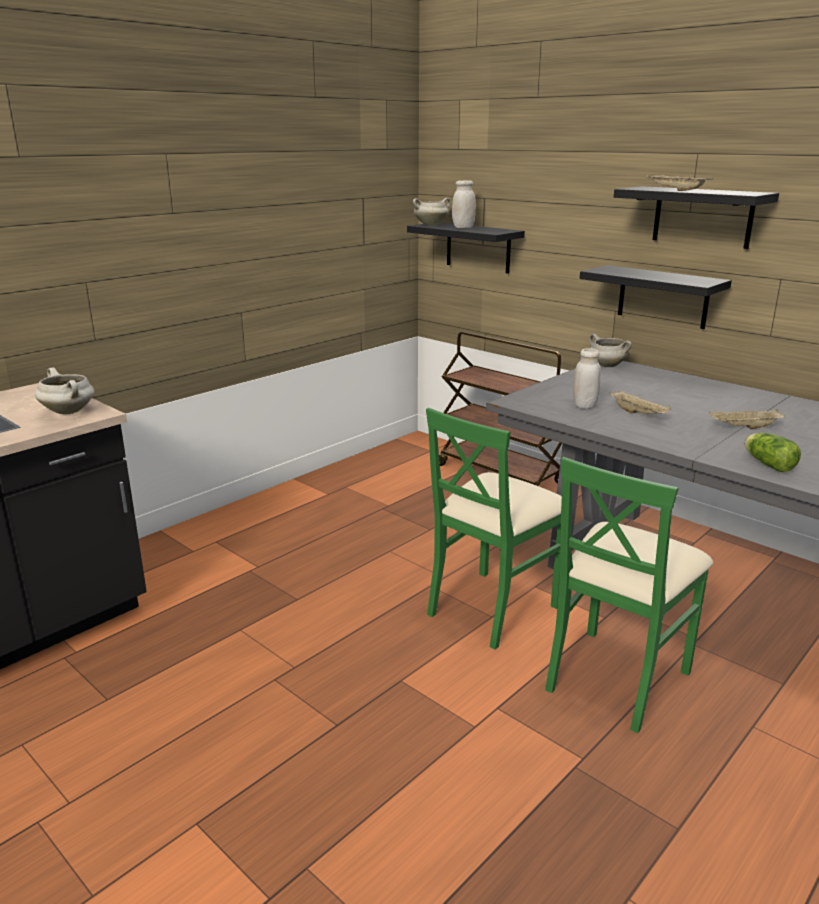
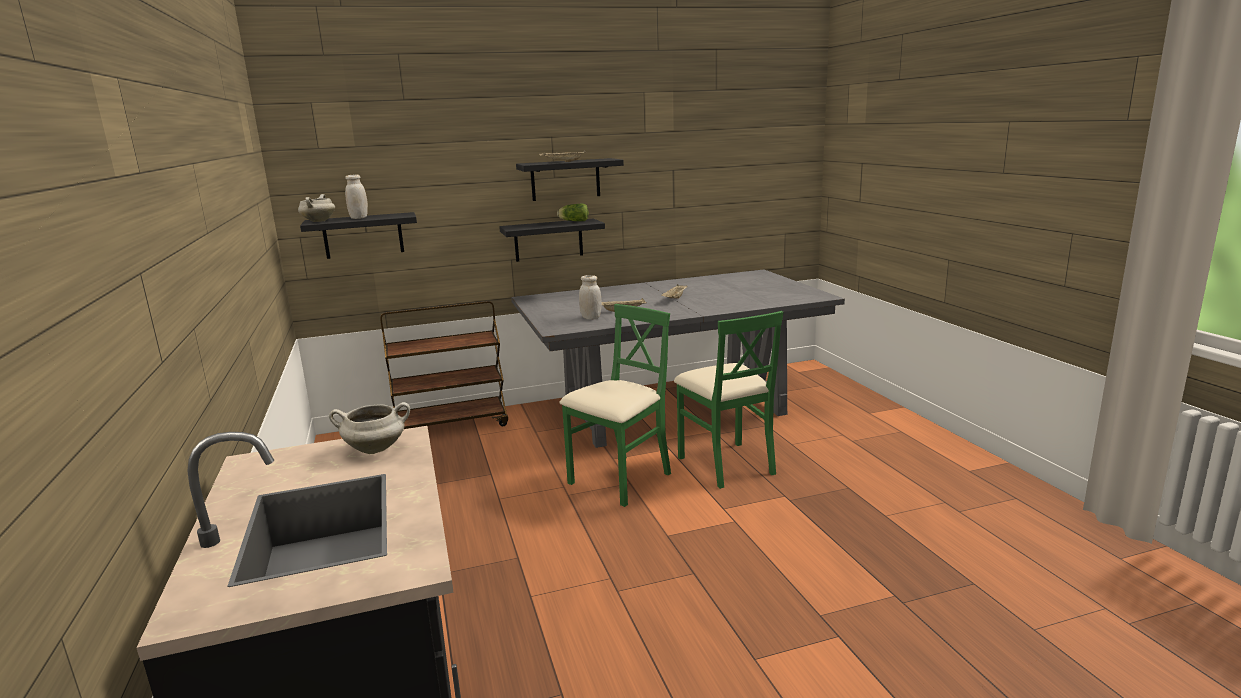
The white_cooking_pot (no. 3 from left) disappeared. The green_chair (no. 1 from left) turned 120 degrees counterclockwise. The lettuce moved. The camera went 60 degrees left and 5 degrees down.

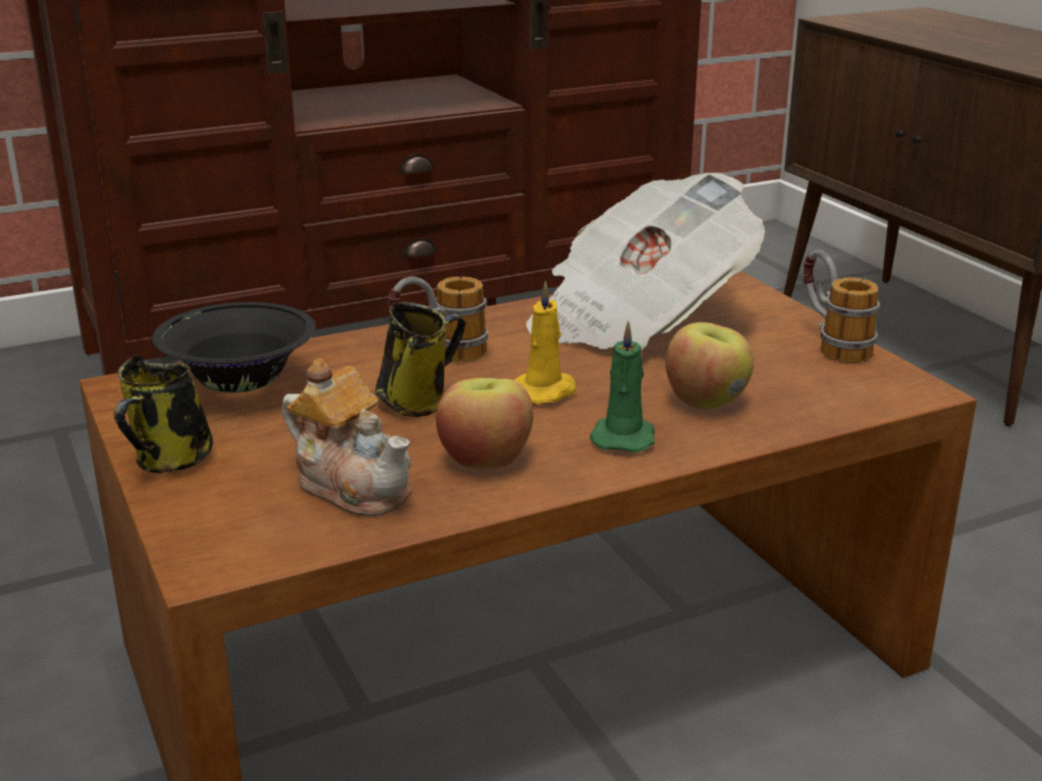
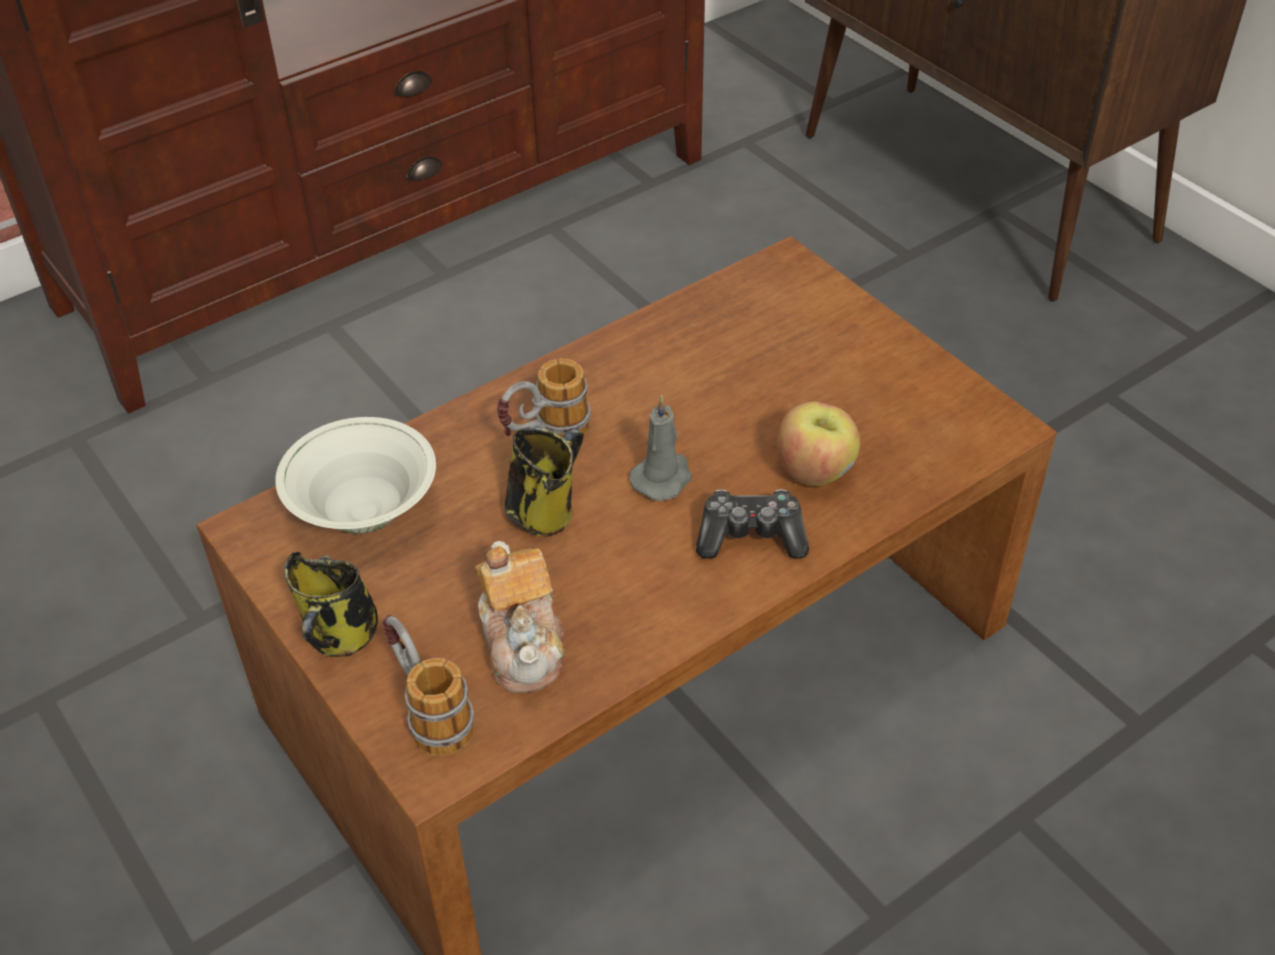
The newspaper disappeared. The mug (no. 4 from left in the first image) moved. The yellow_candle became the grey_candle. The black_bowl became the white_bowl. The green_candle was replaced by the game_controller. The teapot turned 45 degrees clockwise. The apple (no. 1 from left) disappeared. The camera went 10 degrees left and 20 degrees up.

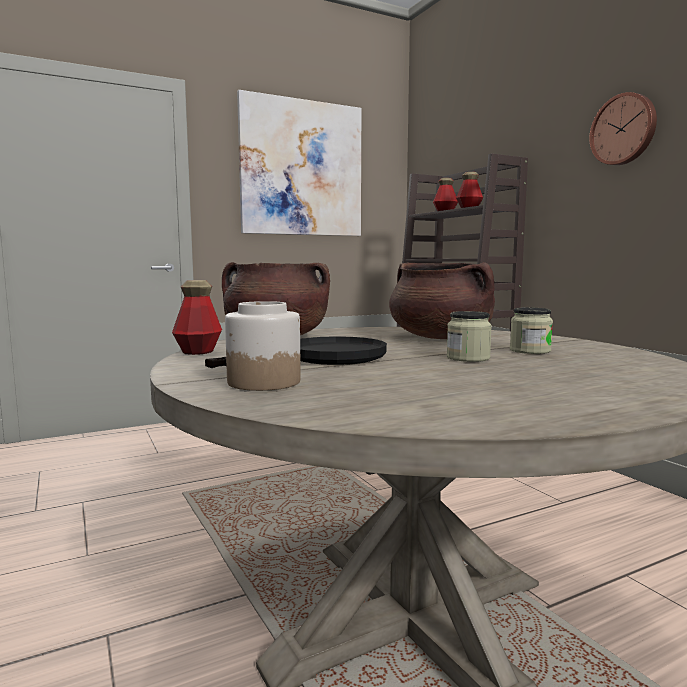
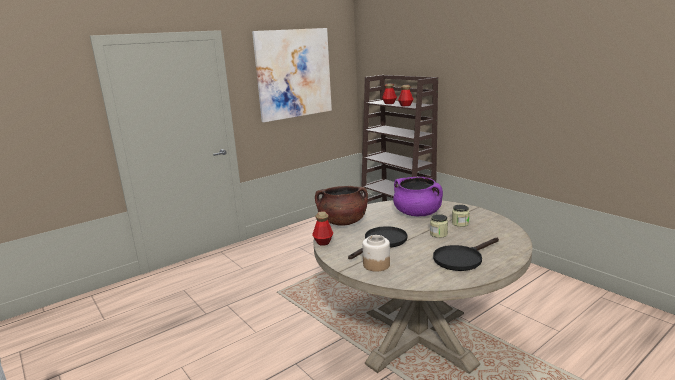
The wall_clock disappeared. The brown_cooking_pot (no. 2 from left) became the purple_cooking_pot. The black_frying_pan (no. 2 from left) appeared. The camera went 10 degrees left and 10 degrees up.

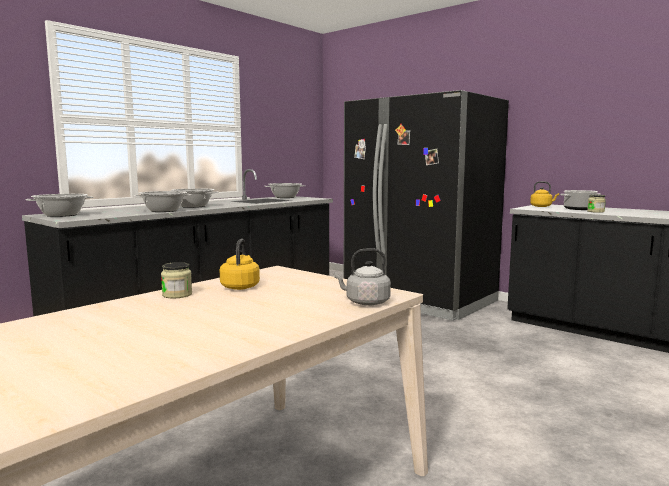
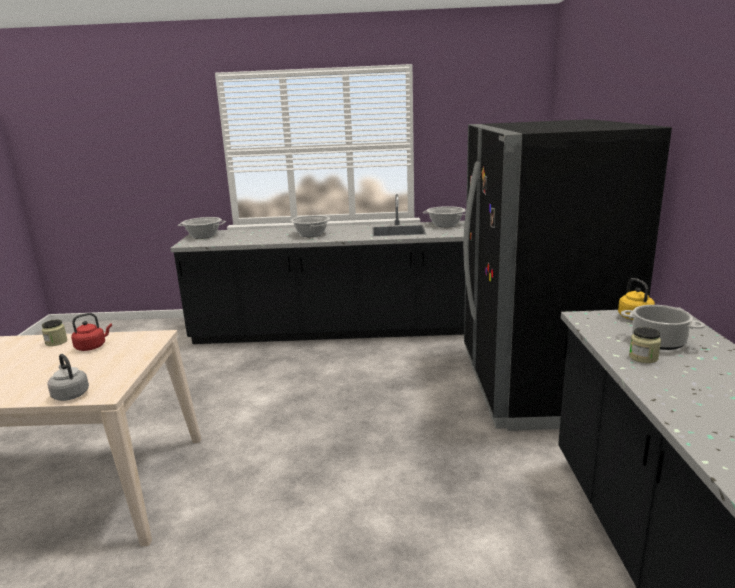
The cooking_pot (no. 2 from left) disappeared. The yellow_kettle (no. 1 from left) became the red_kettle. The camera went 50 degrees right and 10 degrees up.

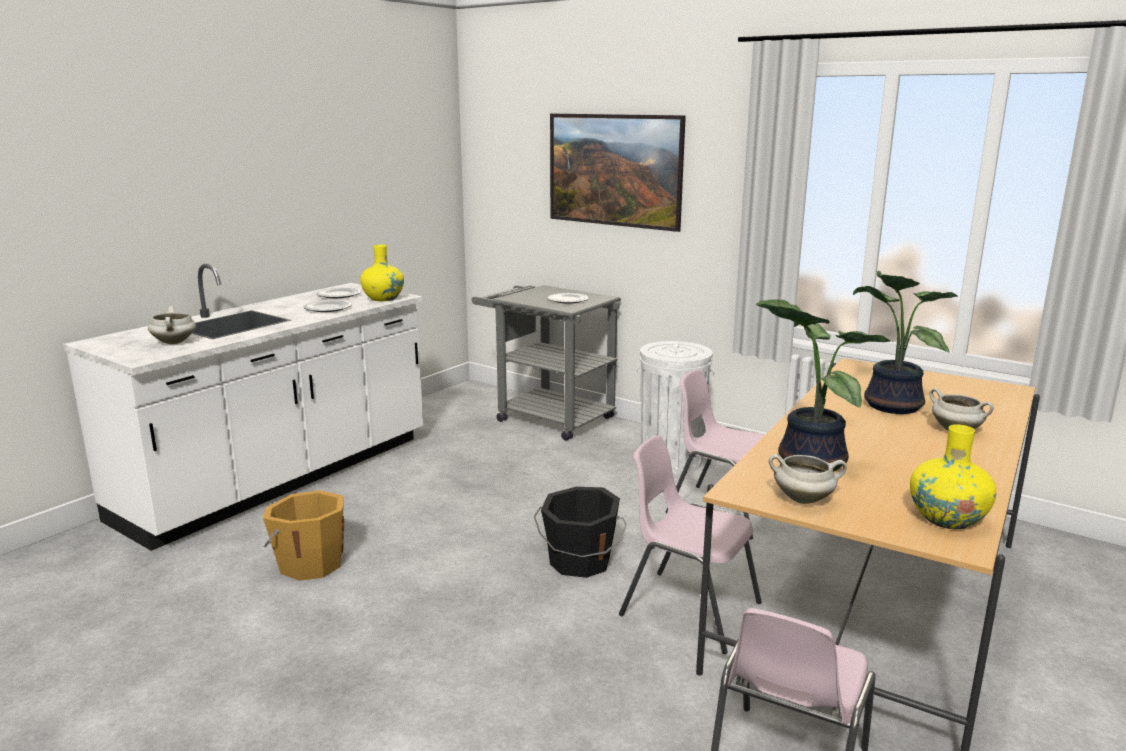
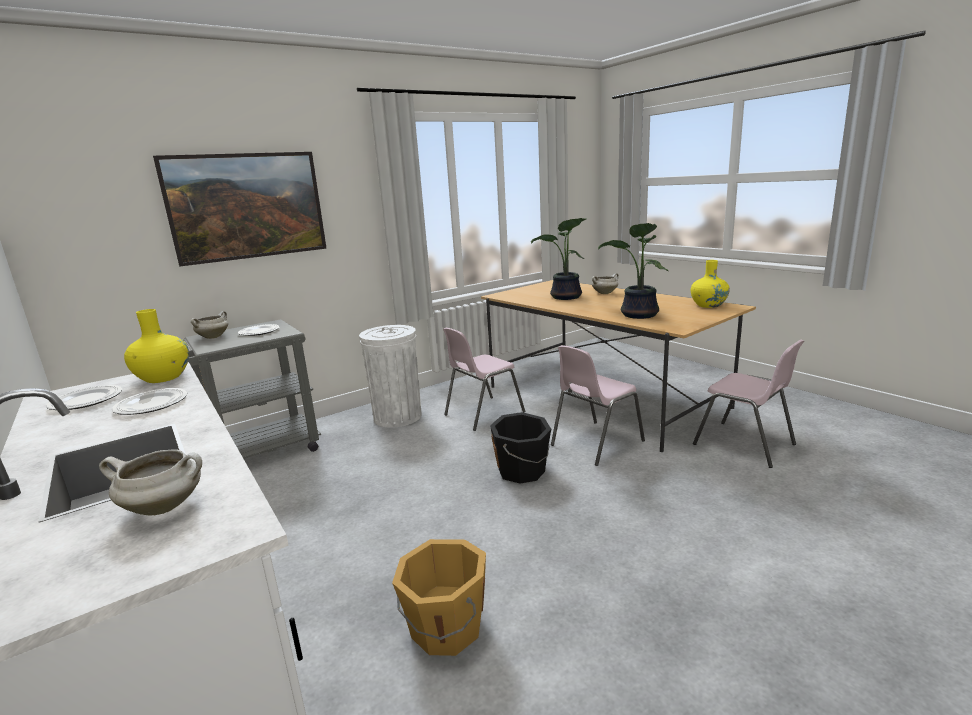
The white_cooking_pot (no. 2 from left) moved. The camera went 70 degrees left and 0 degrees up.

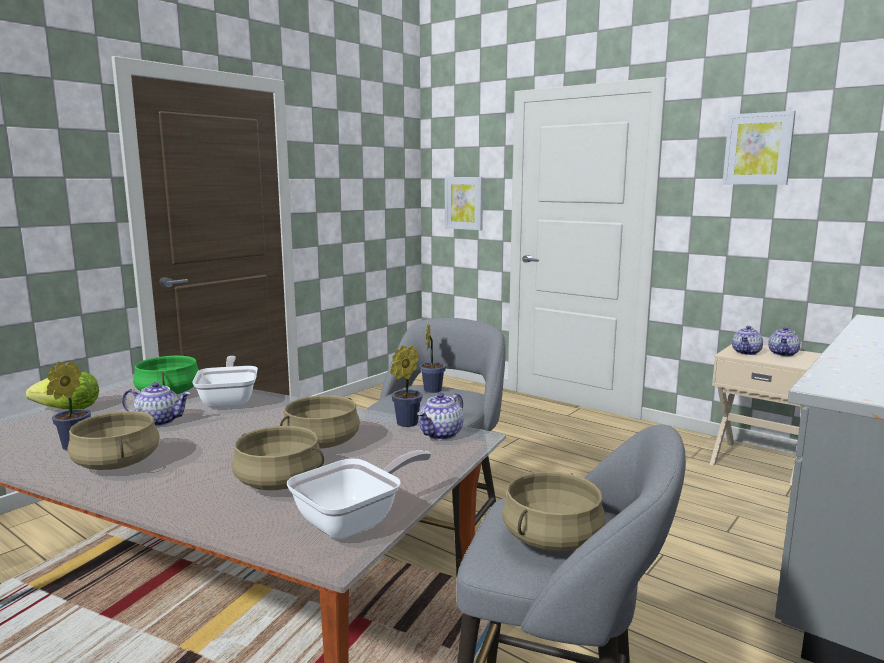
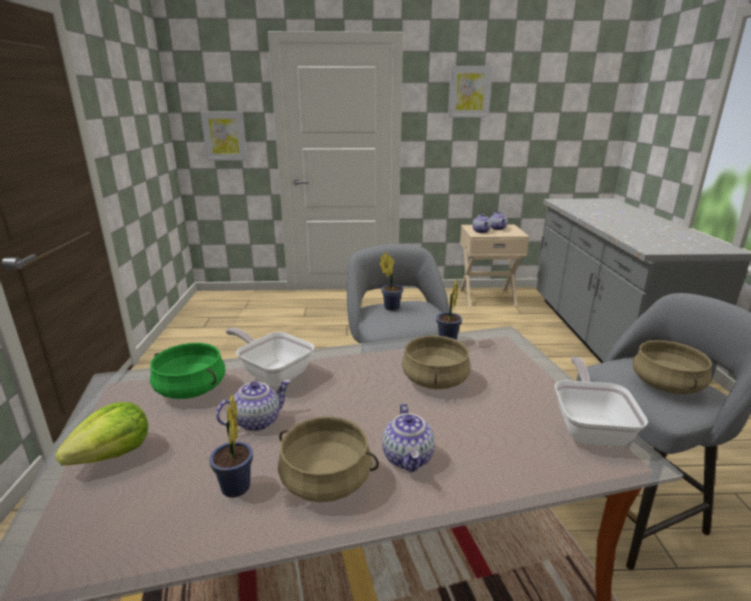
The teapot (no. 2 from left) moved. The beige_cooking_pot (no. 2 from left) disappeared. The camera went 40 degrees left and 10 degrees up.

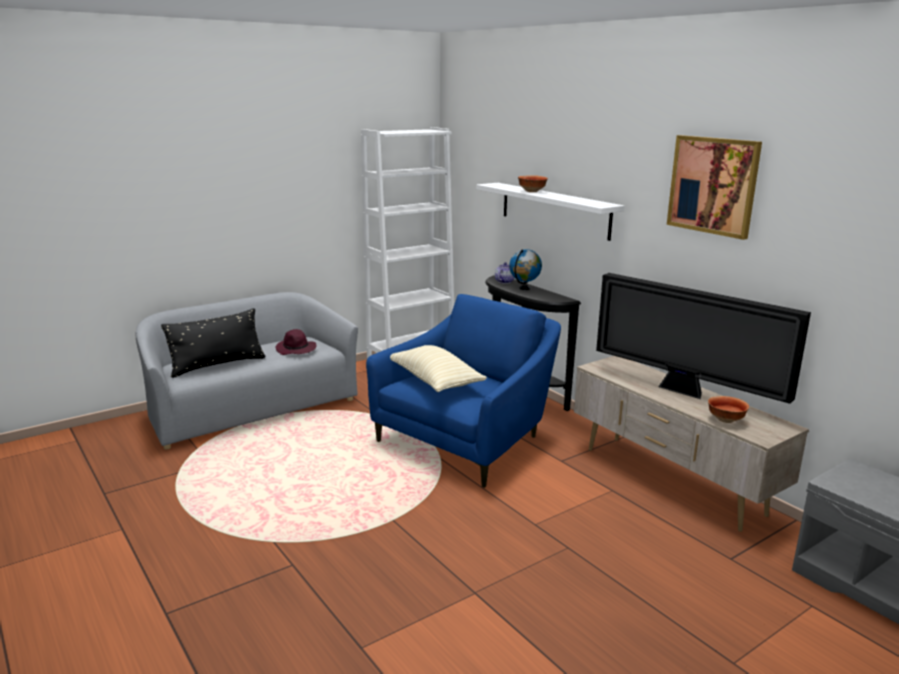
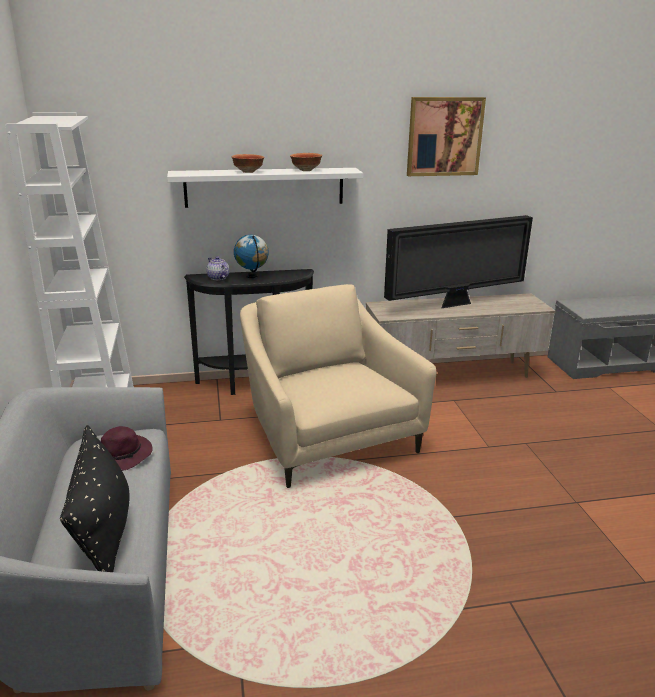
The blue_armchair became the beige_armchair. The beige_pillow disappeared. The bowl (no. 2 from left) moved. The camera went 65 degrees left and 5 degrees up.

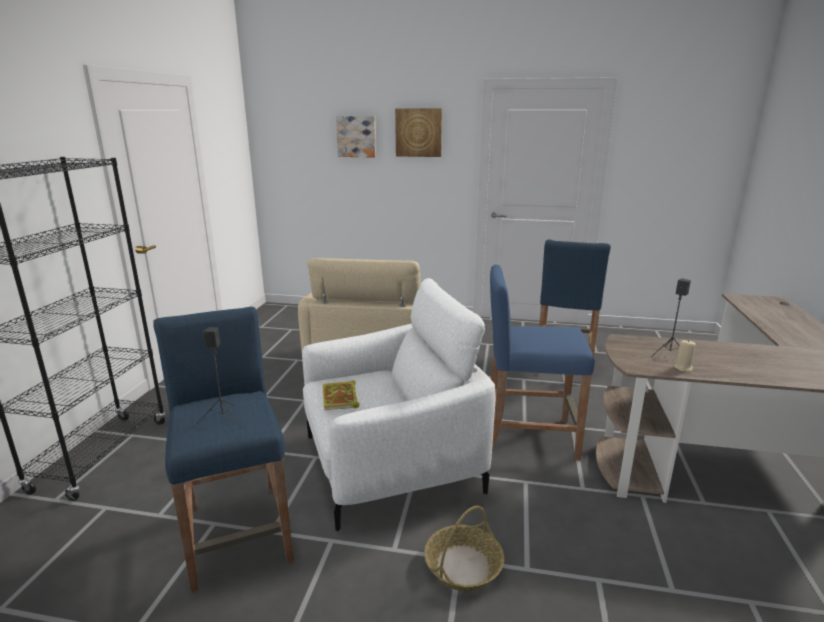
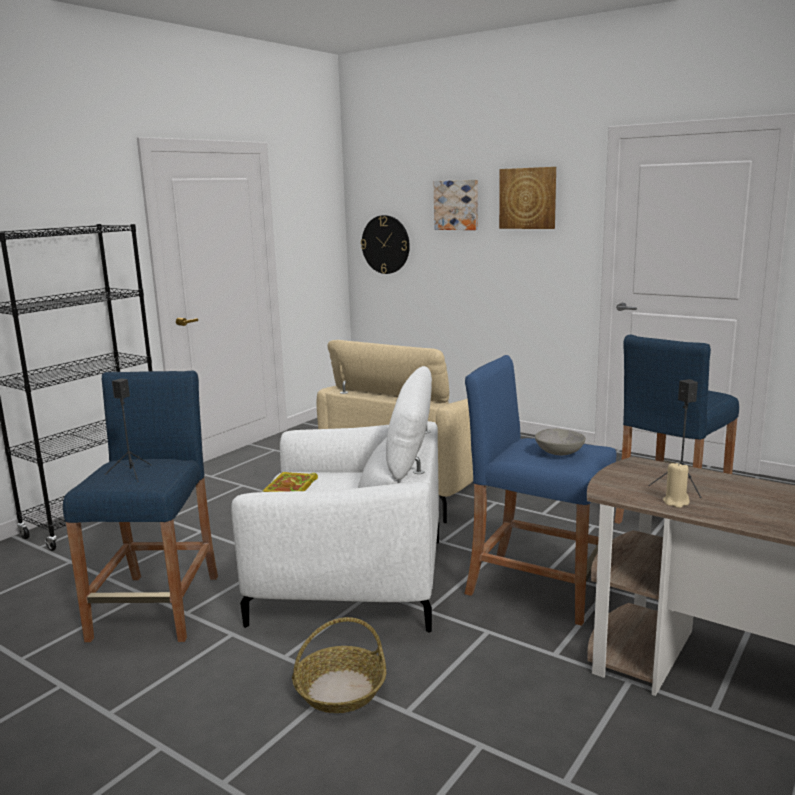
The wall_clock appeared. The grey_bowl appeared. The camera went 25 degrees right and 5 degrees down.

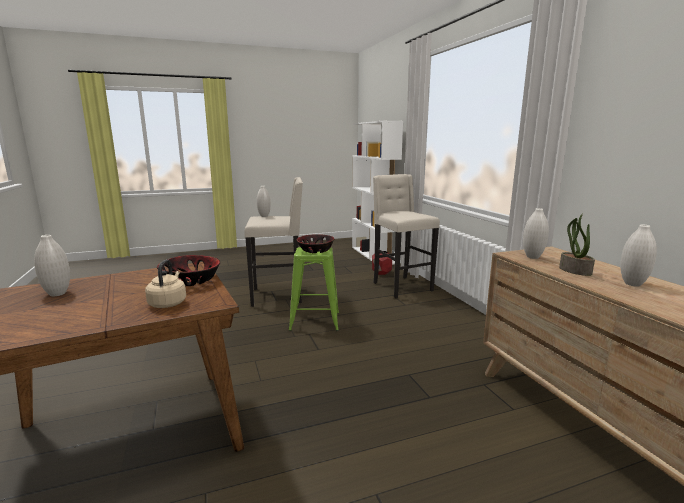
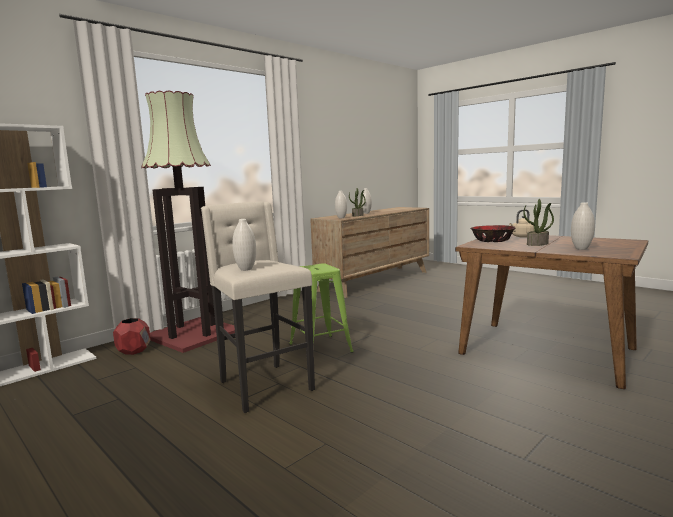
The beige_stool (no. 2 from left) was replaced by the floor_lamp. The bowl (no. 2 from left) disappeared. The potted_plant (no. 2 from left) appeared. The camera went 115 degrees left and 5 degrees down.

